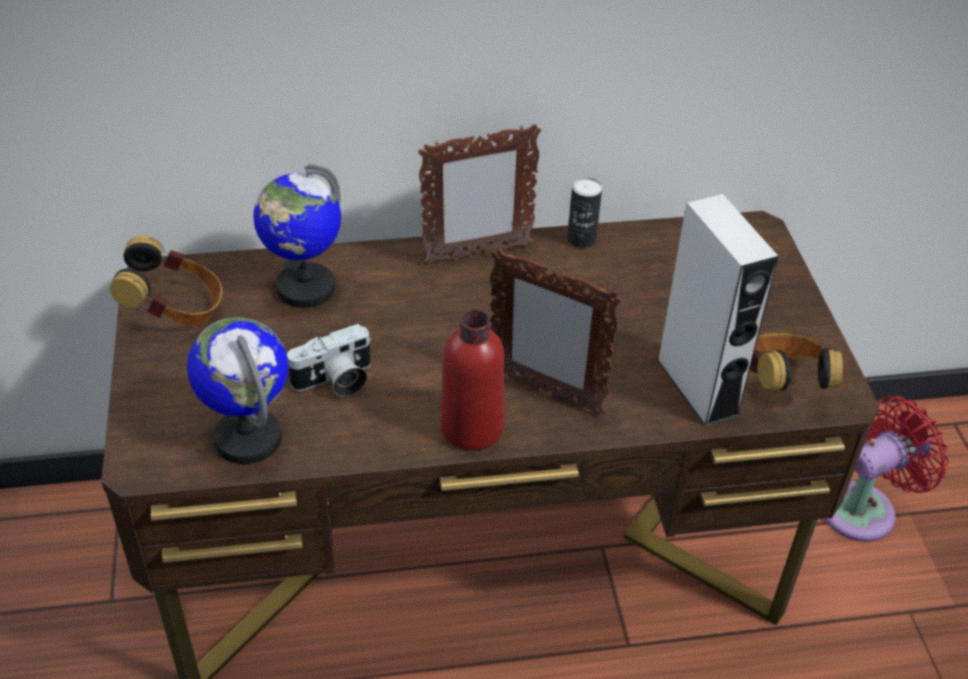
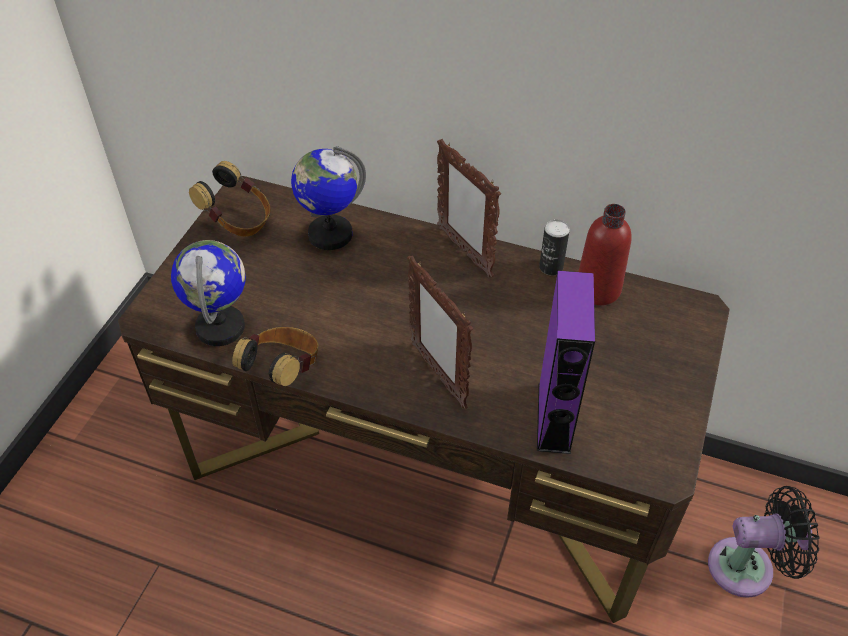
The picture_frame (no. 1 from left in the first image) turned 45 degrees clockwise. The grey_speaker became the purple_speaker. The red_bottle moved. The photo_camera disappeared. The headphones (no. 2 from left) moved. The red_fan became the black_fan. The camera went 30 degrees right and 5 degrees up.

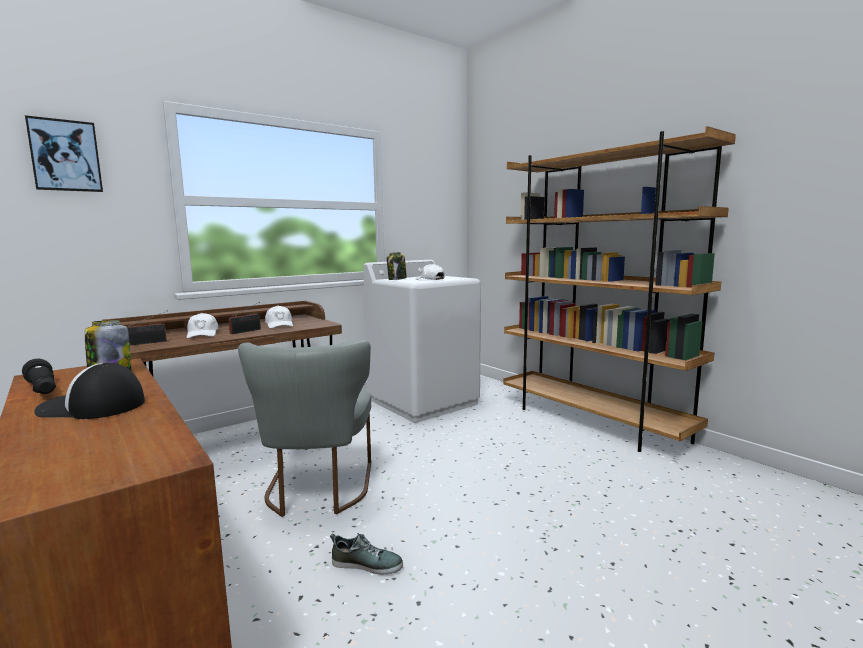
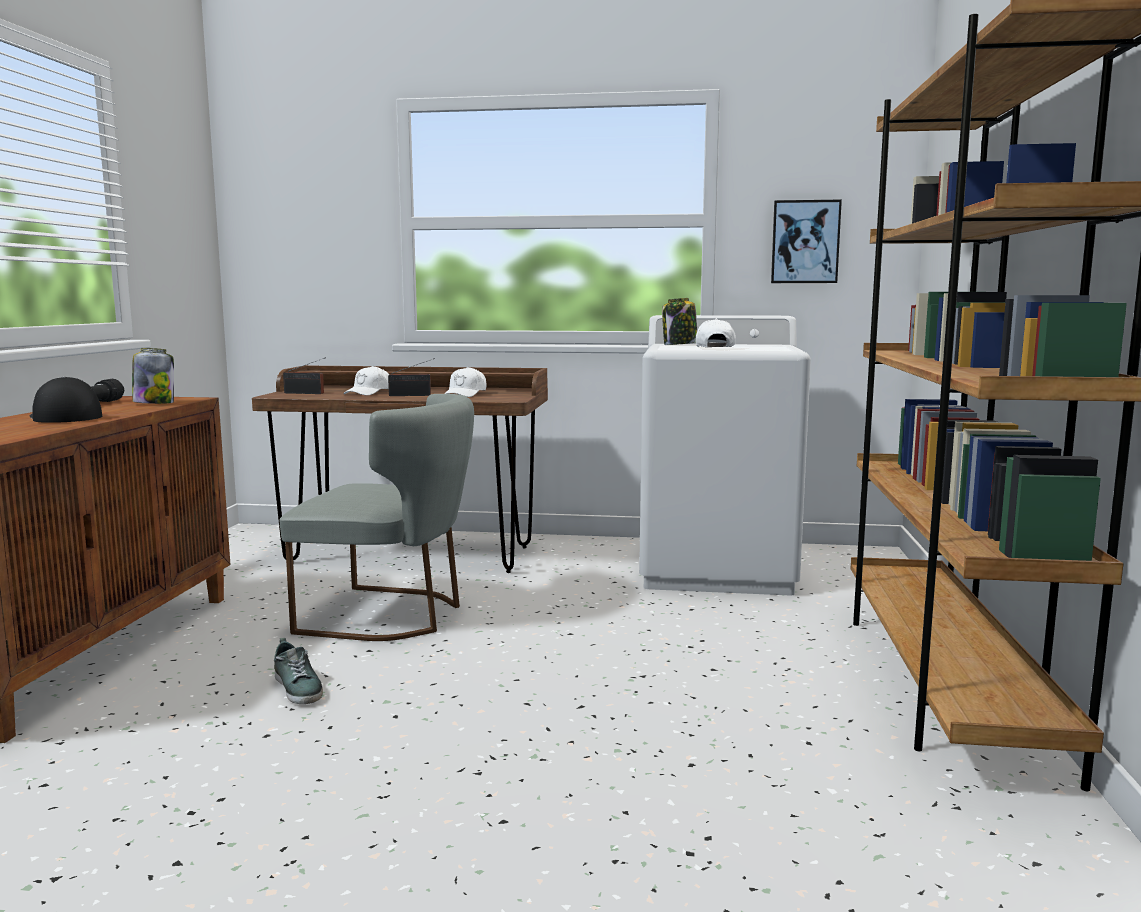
The picture moved. The grey_chair turned 120 degrees counterclockwise. The camera went 45 degrees right and 0 degrees up.

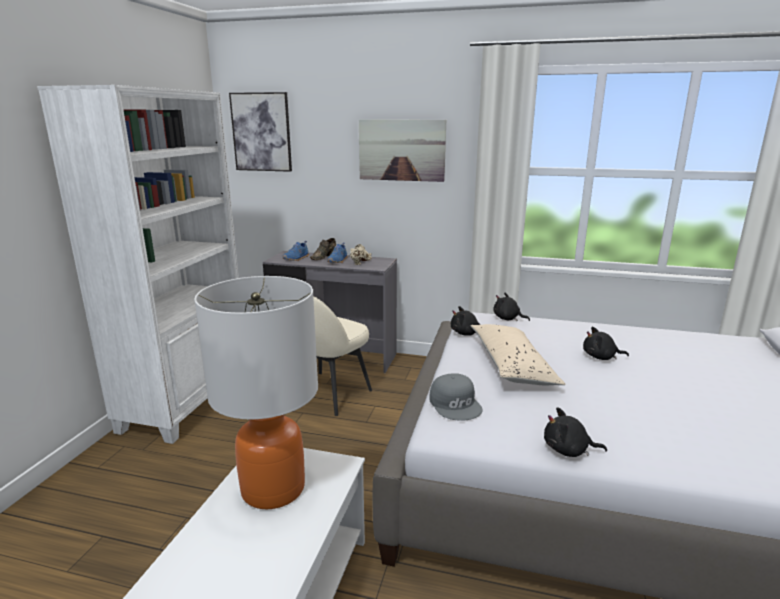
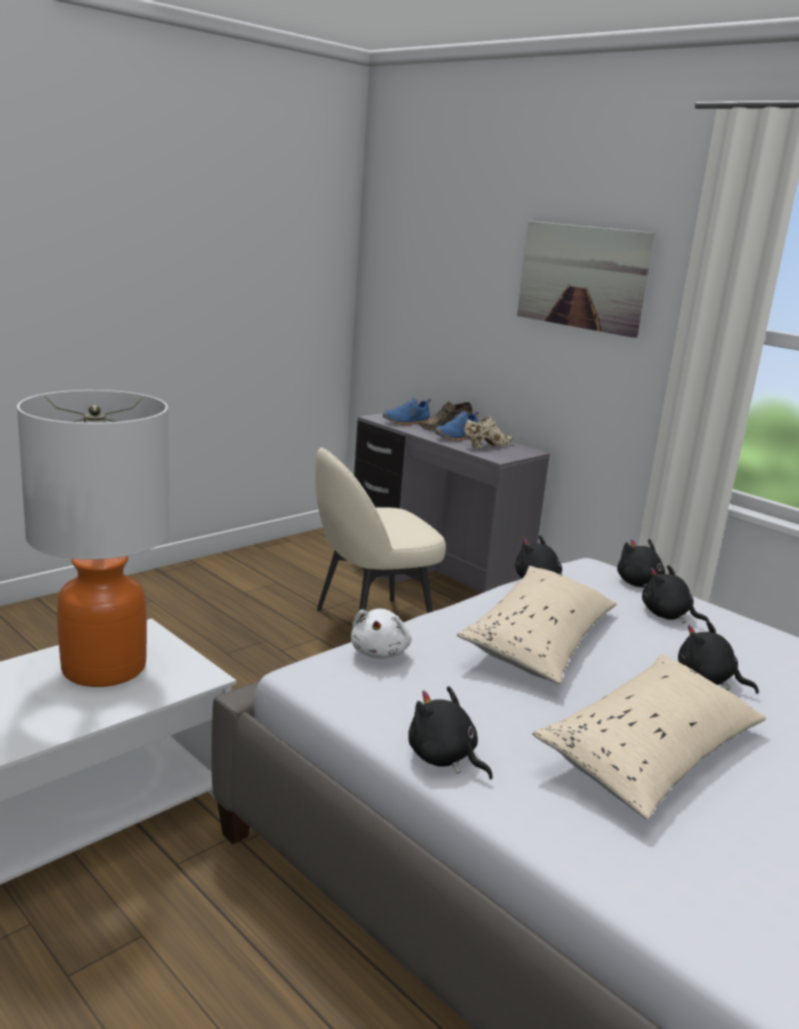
The white_bookcase disappeared. The picture (no. 1 from left) disappeared. The grey_cap was replaced by the white_plush_toy. The black_plush_toy (no. 4 from left) appeared. The beige_pillow (no. 2 from left) appeared. The camera went 30 degrees right and 0 degrees up.

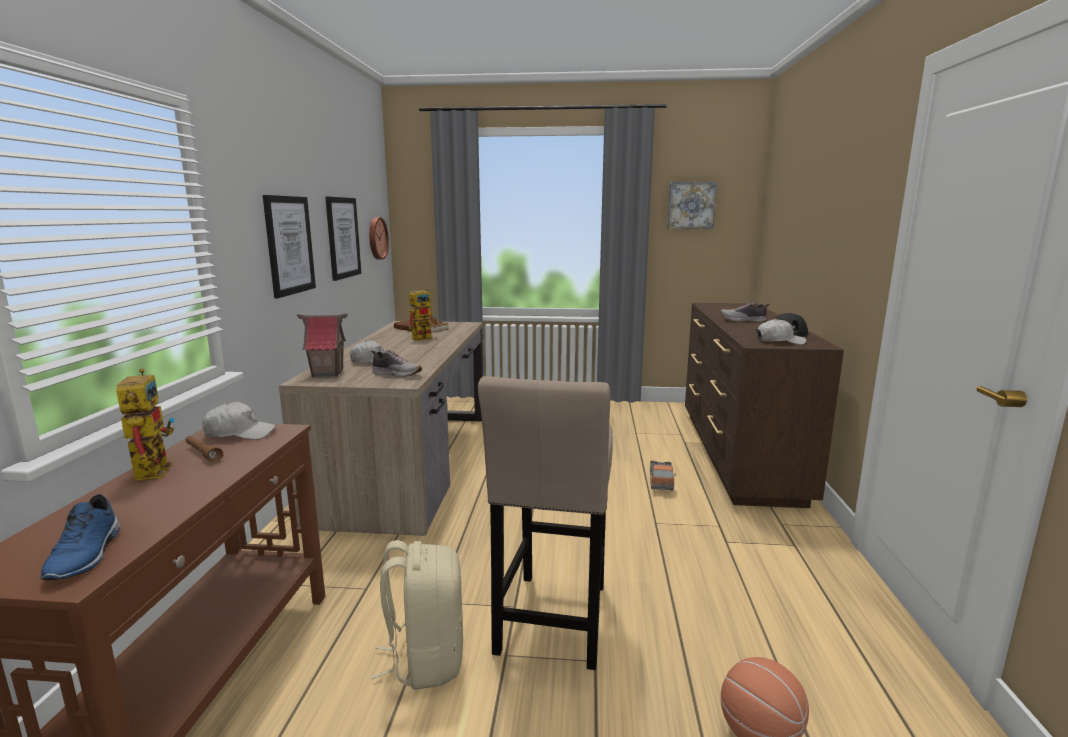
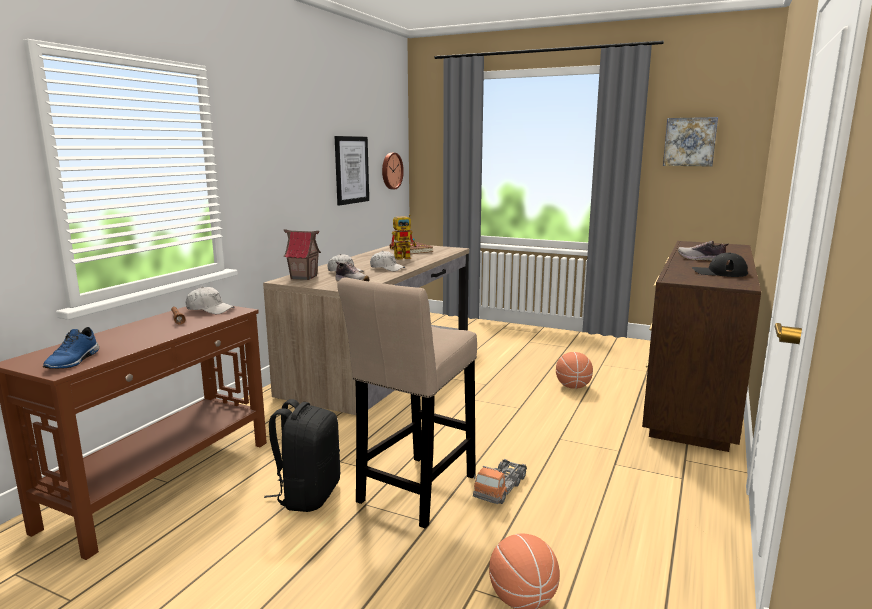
The picture (no. 1 from left) disappeared. The white_cap (no. 3 from left) moved. The toy_robot (no. 1 from left) disappeared. The toy_truck moved. The beige_backpack became the black_backpack. The basketball (no. 2 from left) appeared. The camera went 20 degrees right and 0 degrees up.

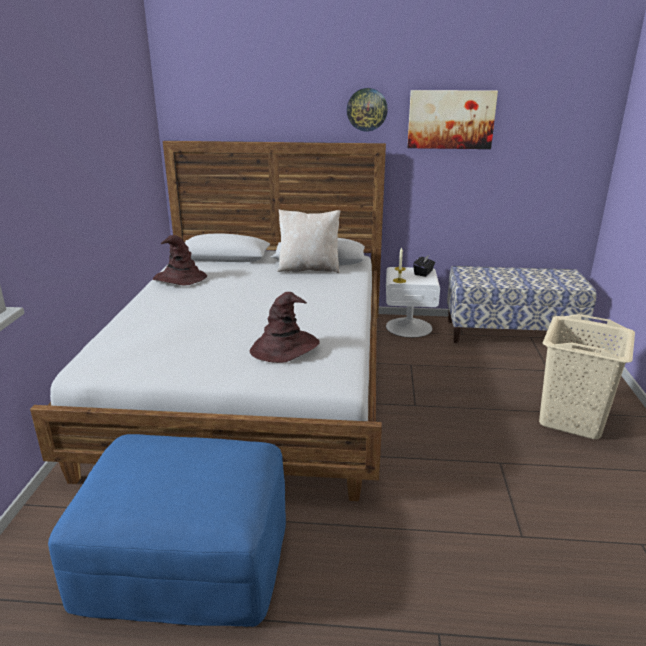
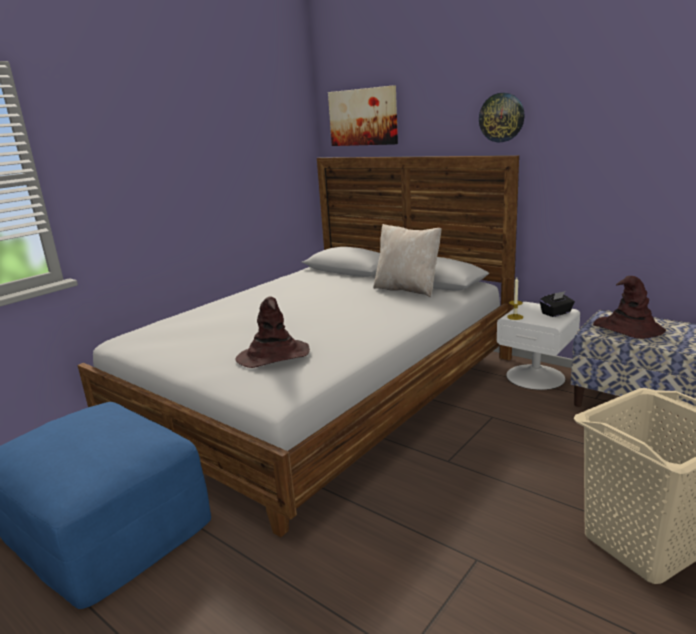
The picture moved. The brown_hat (no. 1 from left in the first image) moved. The camera went 35 degrees right and 5 degrees down.

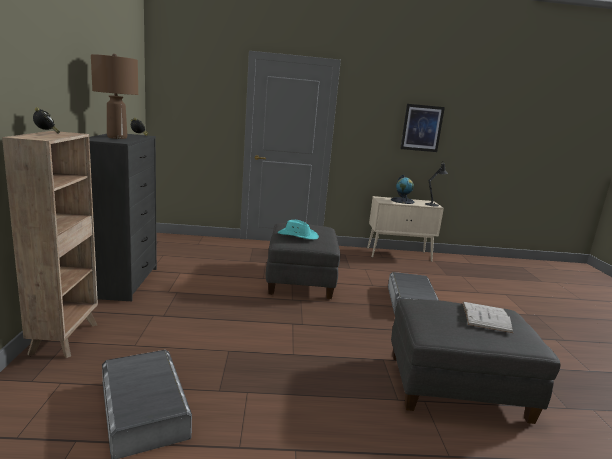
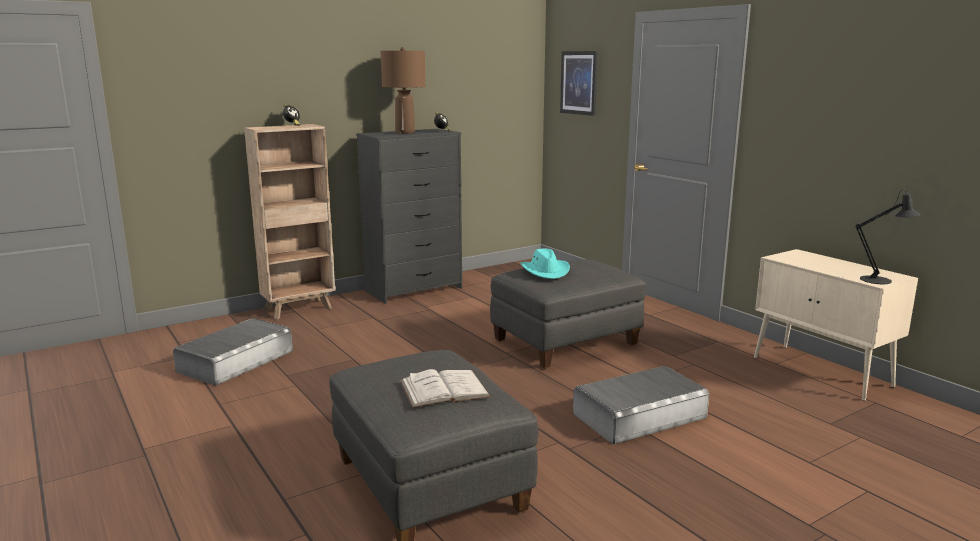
The picture moved. The globe disappeared. The camera went 60 degrees right and 0 degrees up.

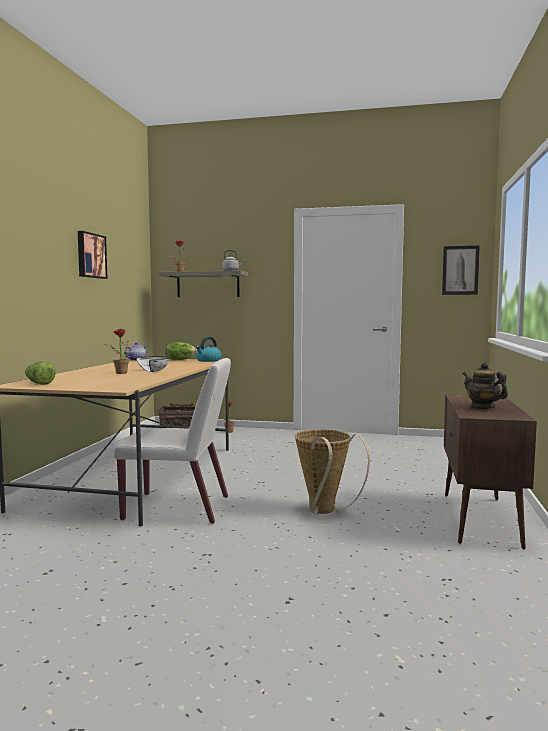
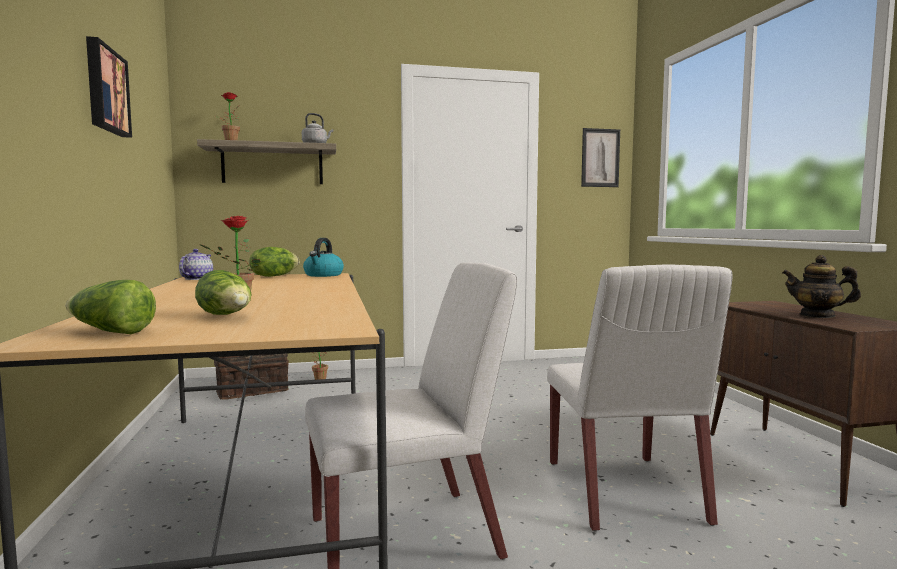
The white_bowl disappeared. The basket (no. 2 from left) was replaced by the white_chair (no. 2 from left). The lettuce (no. 2 from left) appeared. The camera went 25 degrees left and 0 degrees up.

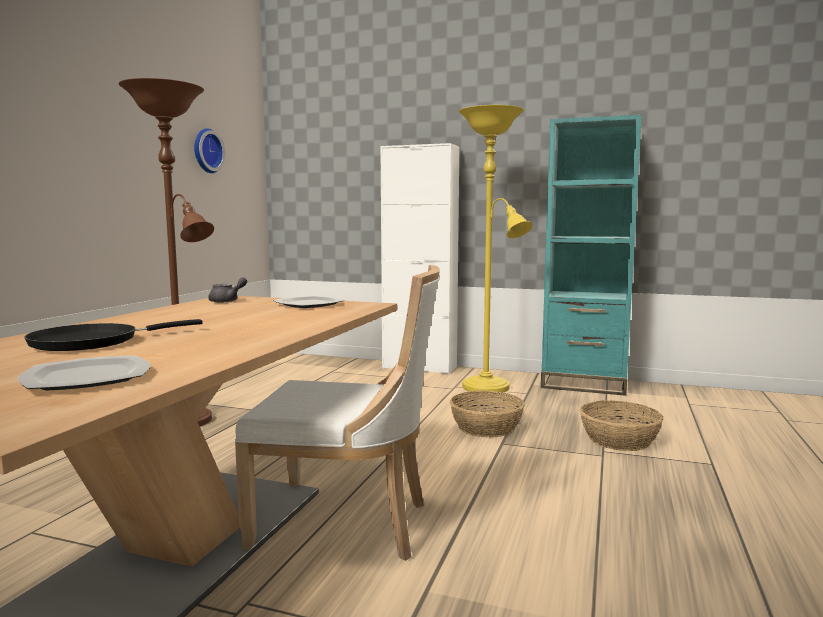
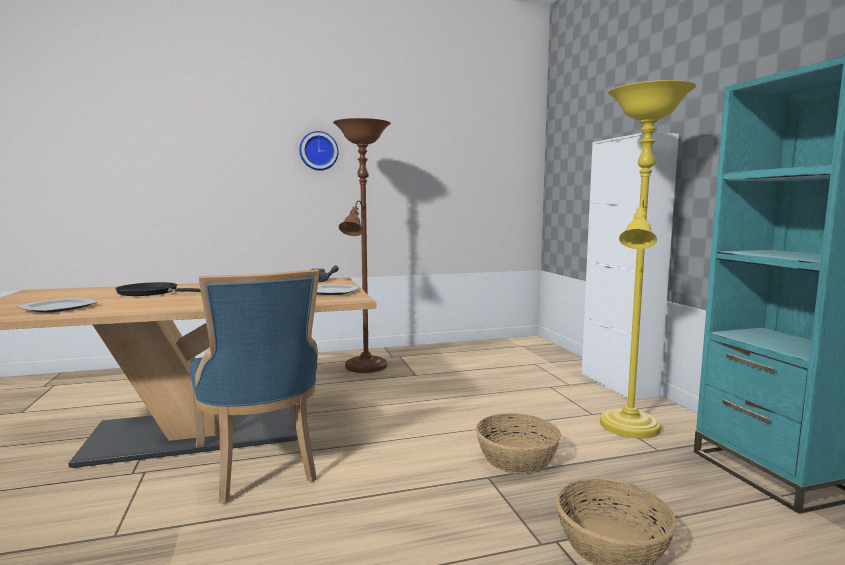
The wall_clock moved. The white_chair became the blue_chair. The camera went 55 degrees right and 0 degrees up.

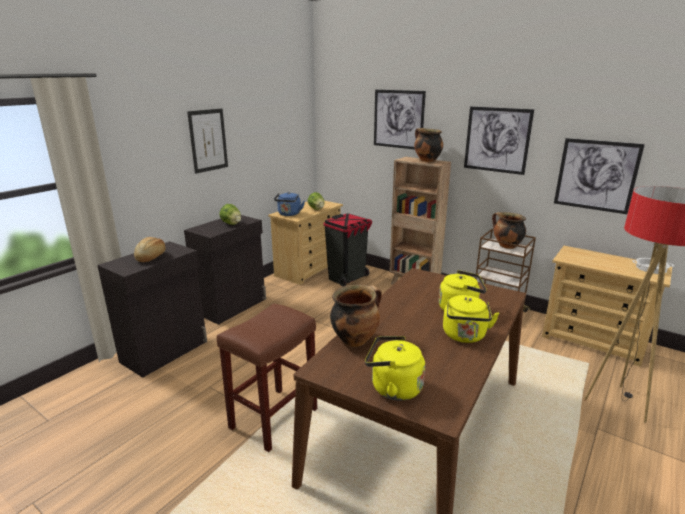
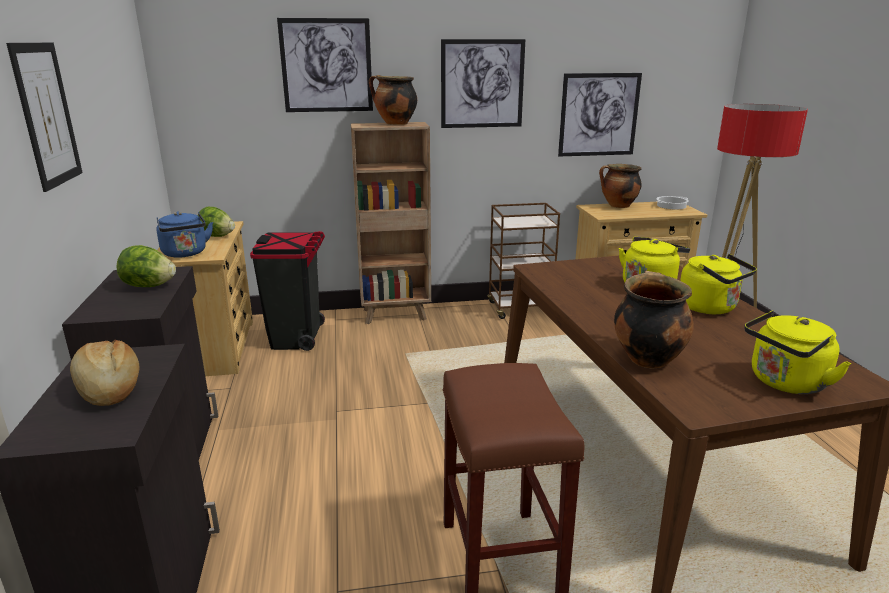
The cooking_pot (no. 3 from left in the first image) moved. The camera went 45 degrees left and 0 degrees up.

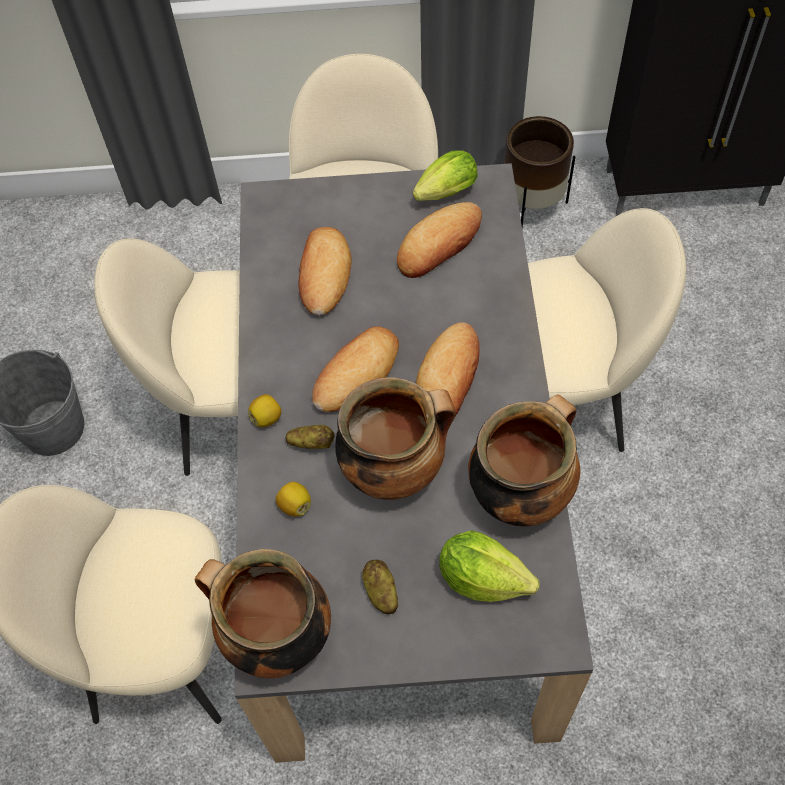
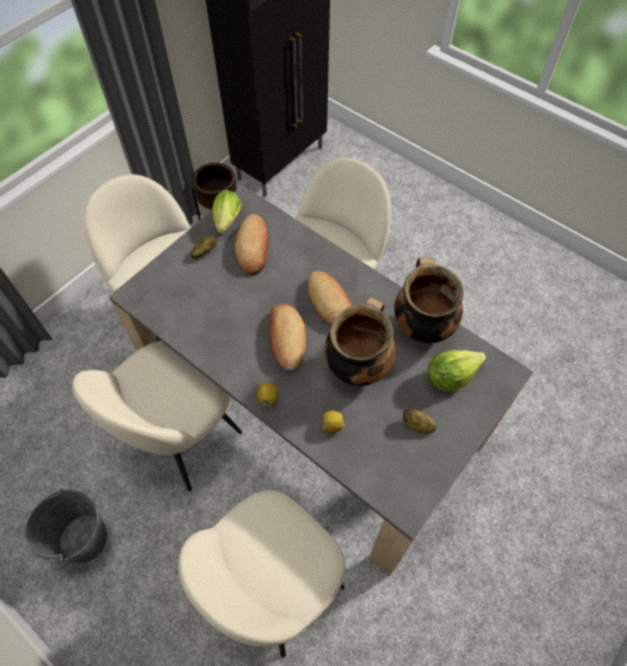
The bread (no. 1 from left) disappeared. The potato (no. 1 from left) moved. The cooking_pot (no. 1 from left) disappeared. The camera went 50 degrees left and 0 degrees up.

